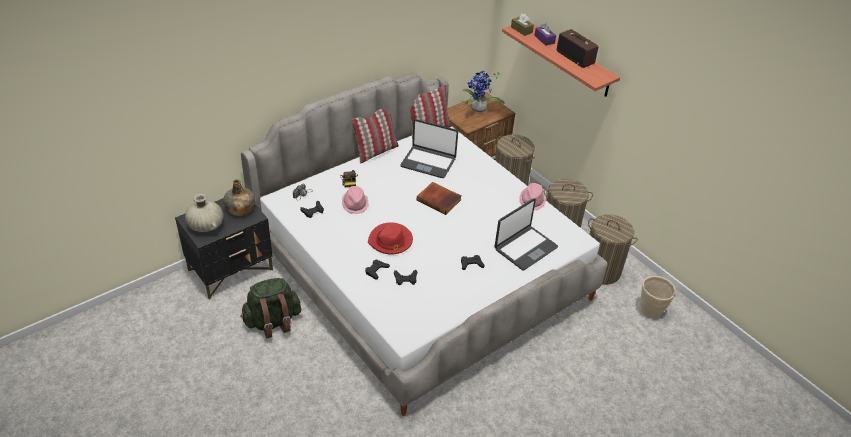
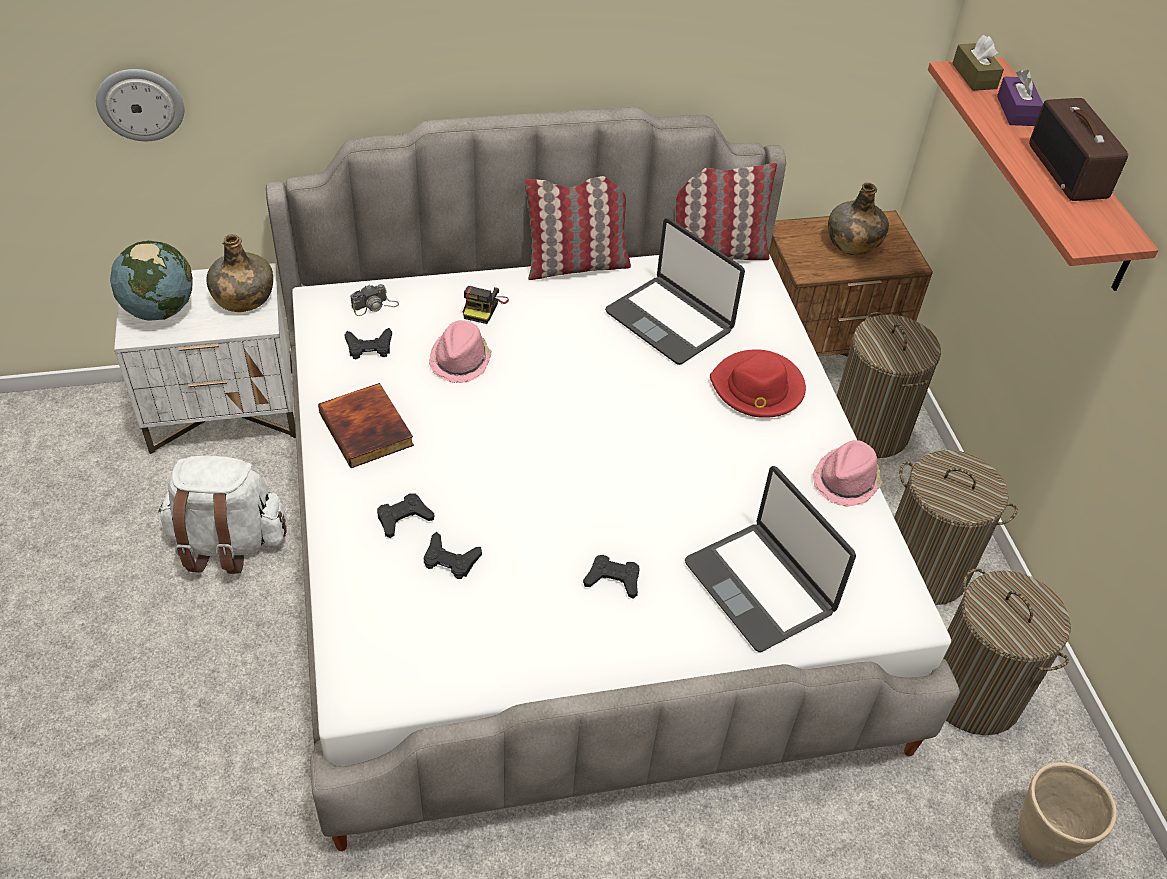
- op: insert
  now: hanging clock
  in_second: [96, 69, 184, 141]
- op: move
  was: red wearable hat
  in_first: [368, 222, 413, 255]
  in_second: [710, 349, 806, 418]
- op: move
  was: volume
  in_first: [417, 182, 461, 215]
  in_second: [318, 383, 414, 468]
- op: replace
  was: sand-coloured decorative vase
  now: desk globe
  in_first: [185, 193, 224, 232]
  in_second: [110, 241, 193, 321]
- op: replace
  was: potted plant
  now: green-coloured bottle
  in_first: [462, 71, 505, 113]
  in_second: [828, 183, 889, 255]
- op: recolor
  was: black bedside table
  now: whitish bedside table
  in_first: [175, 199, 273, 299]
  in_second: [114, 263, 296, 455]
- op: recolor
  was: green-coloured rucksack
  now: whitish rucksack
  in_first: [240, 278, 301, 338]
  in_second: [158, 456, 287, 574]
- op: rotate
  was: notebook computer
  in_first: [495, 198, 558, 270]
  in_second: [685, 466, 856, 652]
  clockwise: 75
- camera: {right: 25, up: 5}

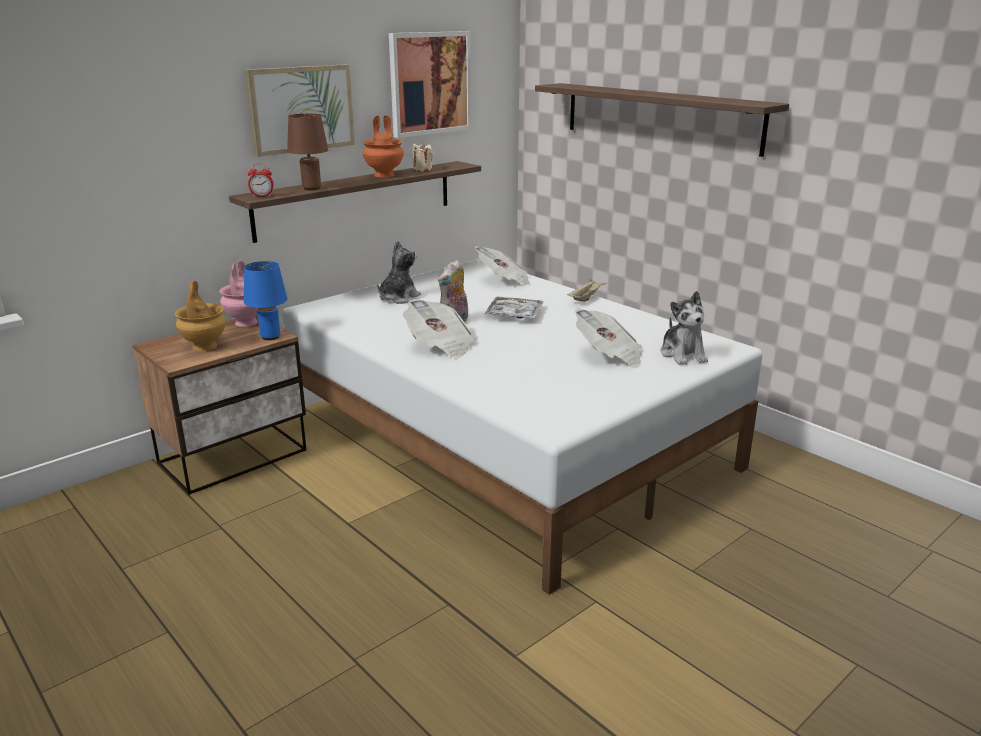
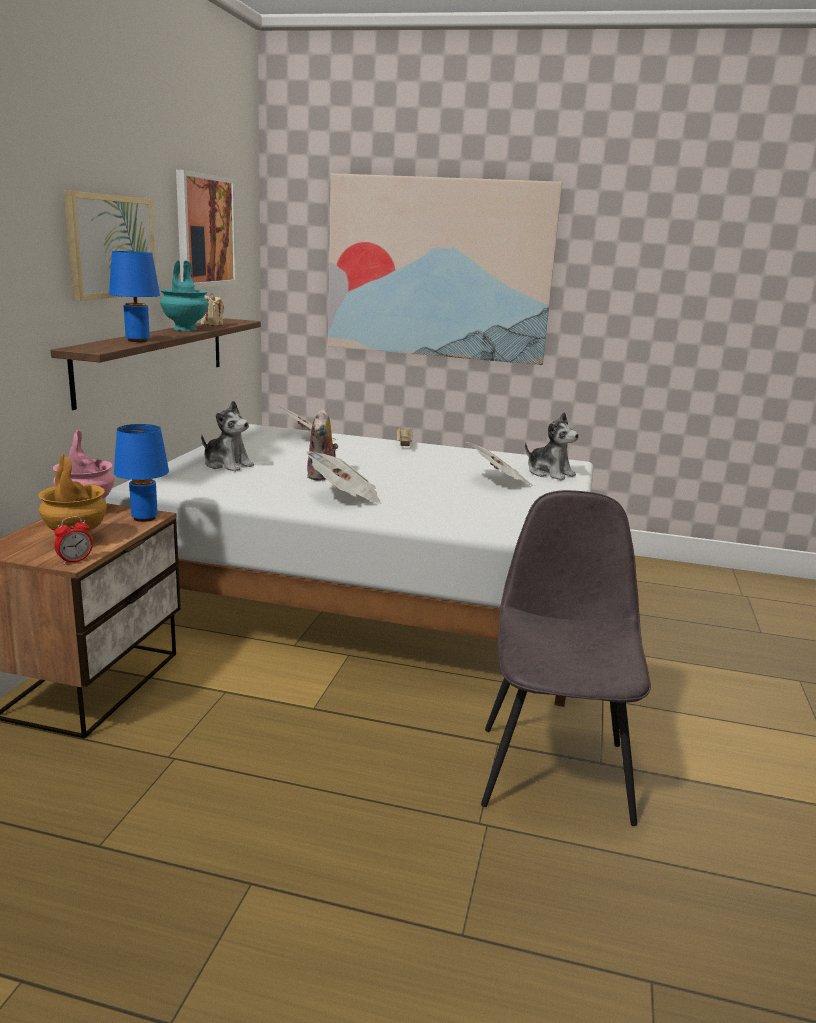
- op: delete
  was: carrying tray
  in_first: [485, 296, 544, 319]
- op: insert
  now: grey chair
  in_second: [481, 490, 651, 826]
- op: move
  was: alarm clock
  in_first: [248, 164, 274, 197]
  in_second: [54, 516, 93, 565]
- op: replace
  was: bracket shelf
  now: wall art
  in_first: [535, 83, 789, 157]
  in_second: [328, 173, 562, 365]
- op: recolor
  was: brown-coloured tabletop lamp
  now: bluish tabletop lamp
  in_first: [287, 114, 328, 190]
  in_second: [109, 251, 160, 342]
- op: recolor
  was: orange-coloured decorative vase
  now: blue-green decorative vase
  in_first: [362, 115, 404, 178]
  in_second: [160, 260, 209, 331]
- op: rotate
  was: cuddly toy
  in_first: [377, 240, 421, 304]
  in_second: [201, 400, 254, 472]
  clockwise: 120
- camera: {right: -35, up: -5}

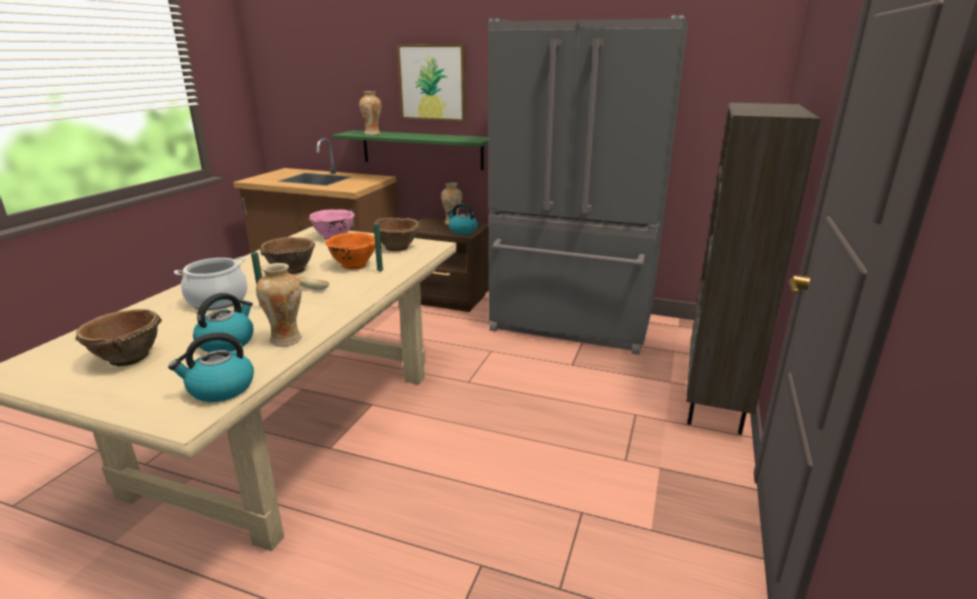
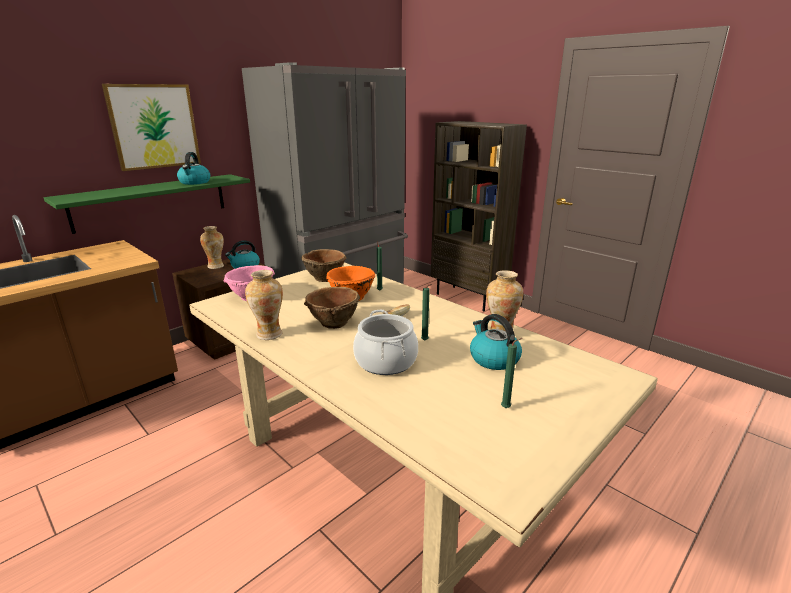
- op: move
  was: water kettle
  in_first: [168, 332, 254, 402]
  in_second: [177, 152, 210, 185]
- op: move
  was: decorative vase
  in_first: [359, 91, 381, 135]
  in_second: [245, 270, 283, 340]
- op: replace
  was: brown-coloured deep dish
  now: green-coloured wax light
  in_first: [75, 309, 162, 366]
  in_second: [501, 338, 522, 408]
- camera: {right: -65, up: 0}

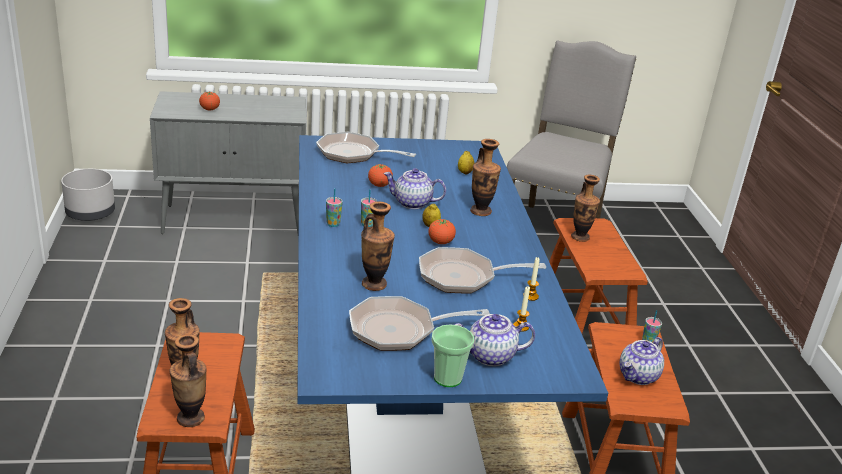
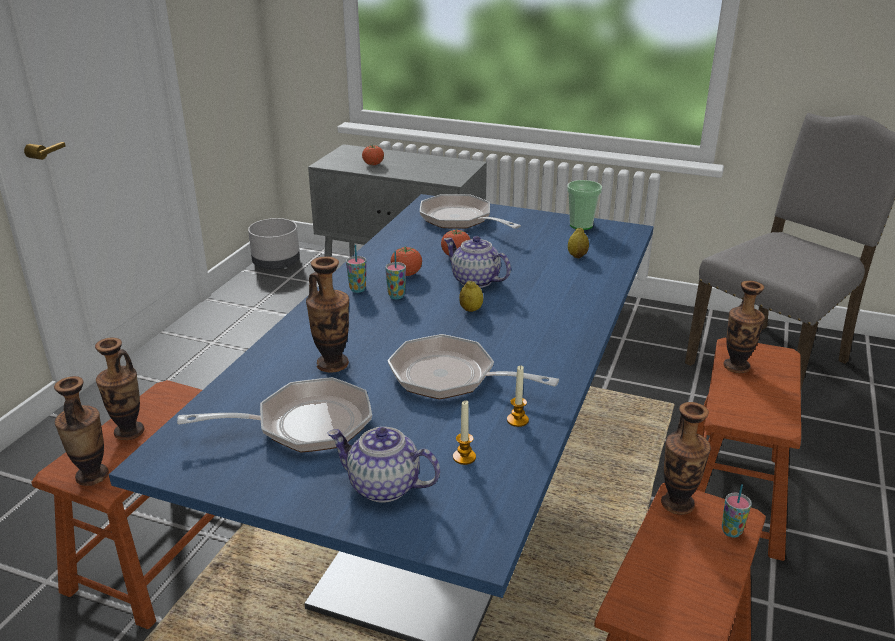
- op: delete
  was: pot for tea
  in_first: [620, 337, 664, 385]
- op: move
  was: fresh tomato
  in_first: [428, 219, 456, 244]
  in_second: [391, 247, 422, 276]
- op: move
  was: small cup
  in_first: [431, 324, 474, 387]
  in_second: [567, 180, 602, 230]
- op: move
  was: decorative vase
  in_first: [470, 139, 501, 216]
  in_second: [661, 402, 711, 515]
- op: rotate
  was: frying pan
  in_first: [349, 296, 490, 351]
  in_second: [177, 377, 372, 453]
  clockwise: 150
- camera: {right: 30, up: 0}

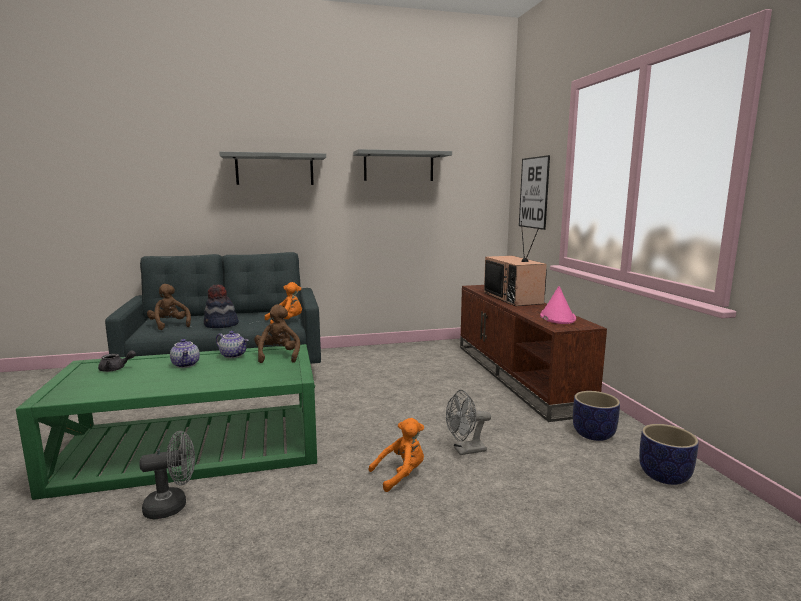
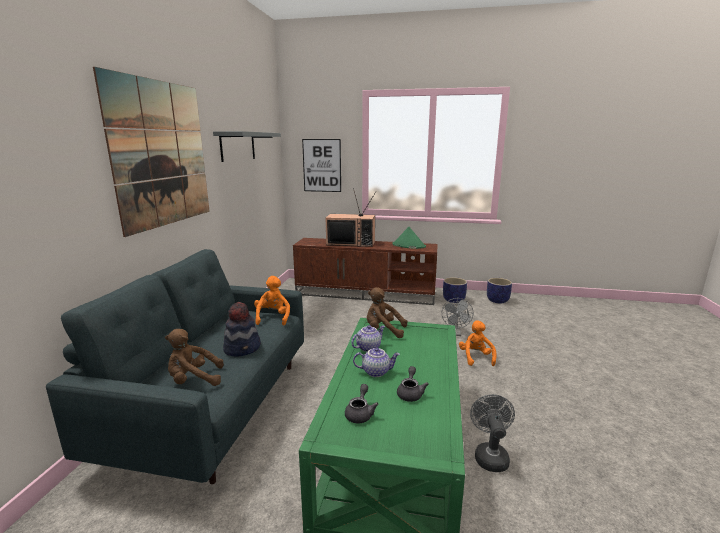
- op: insert
  now: grey pot for tea
  in_second: [397, 366, 429, 402]
- op: replace
  was: grey bracket shelf
  now: wall art
  in_first: [219, 152, 326, 185]
  in_second: [93, 67, 210, 237]
- op: recolor
  was: pink-coloured wearable hat
  now: green-coloured wearable hat
  in_first: [540, 286, 576, 324]
  in_second: [392, 227, 426, 249]
- camera: {right: -65, up: 5}

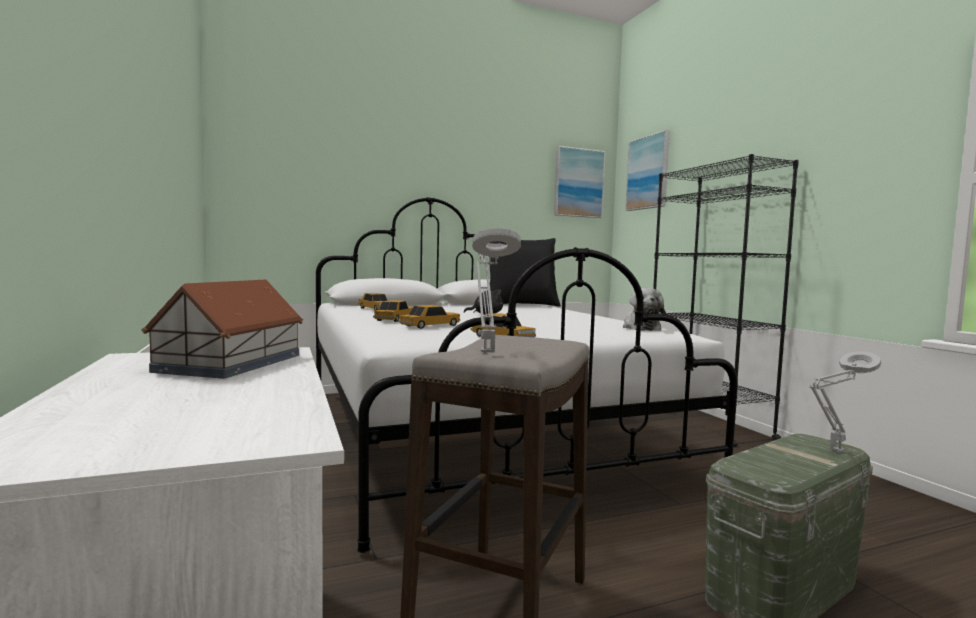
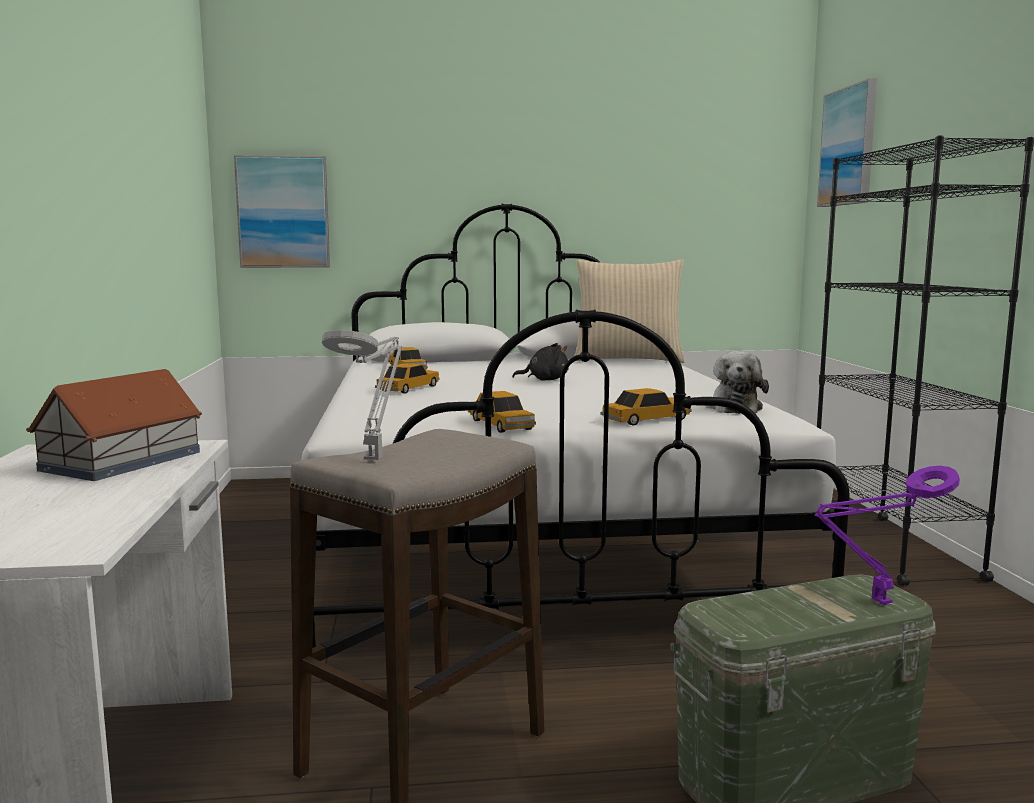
- op: move
  was: model car
  in_first: [398, 305, 460, 329]
  in_second: [601, 388, 692, 426]
- op: move
  was: wall art
  in_first: [554, 146, 606, 218]
  in_second: [234, 155, 330, 268]
- op: recolor
  was: black throw pillow
  now: sand-coloured throw pillow
  in_first: [490, 238, 561, 307]
  in_second: [574, 259, 685, 363]
- op: recolor
  was: grey tabletop lamp
  now: purplish tabletop lamp
  in_first: [809, 351, 881, 453]
  in_second: [814, 466, 960, 605]
- camera: {right: 15, up: 5}

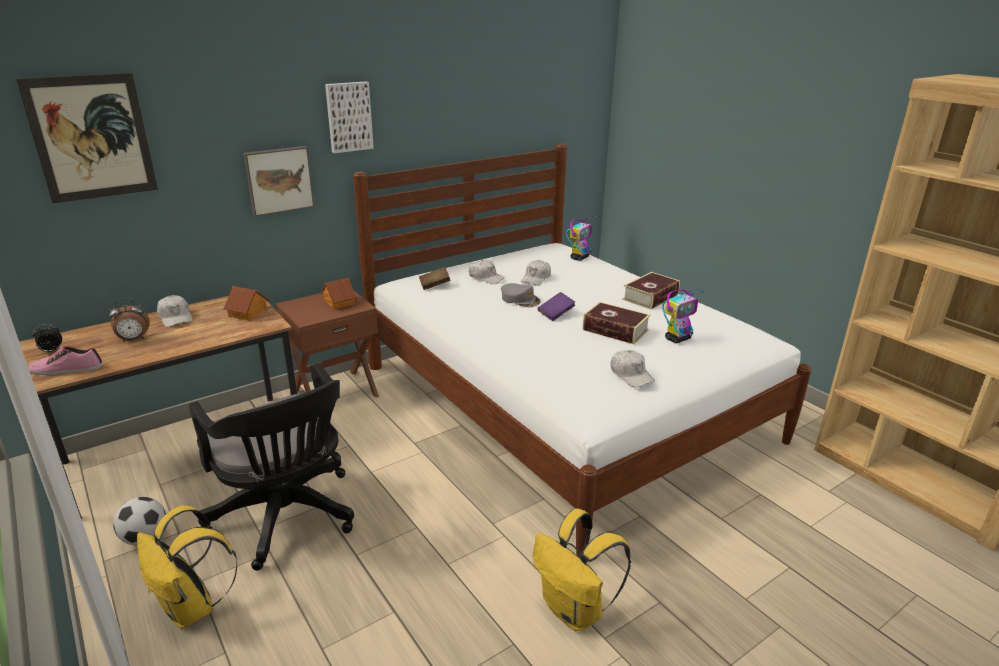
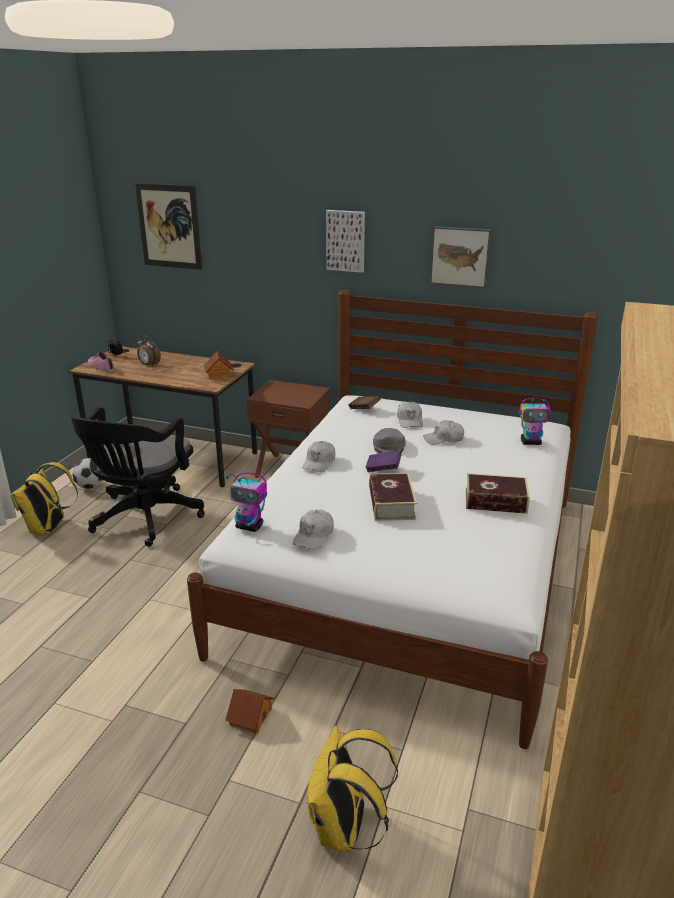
- op: move
  was: whitish baseball cap
  in_first: [157, 295, 193, 327]
  in_second: [302, 441, 335, 472]
- op: move
  was: wall art
  in_first: [243, 146, 314, 216]
  in_second: [430, 226, 491, 288]
- op: move
  was: toy house
  in_first: [321, 278, 356, 310]
  in_second: [225, 689, 274, 734]
- op: move
  was: yellowish rucksack
  in_first: [533, 509, 631, 631]
  in_second: [307, 726, 398, 852]
- op: move
  was: toy robot
  in_first: [663, 289, 703, 343]
  in_second: [226, 473, 267, 532]
- camera: {right: 55, up: 0}

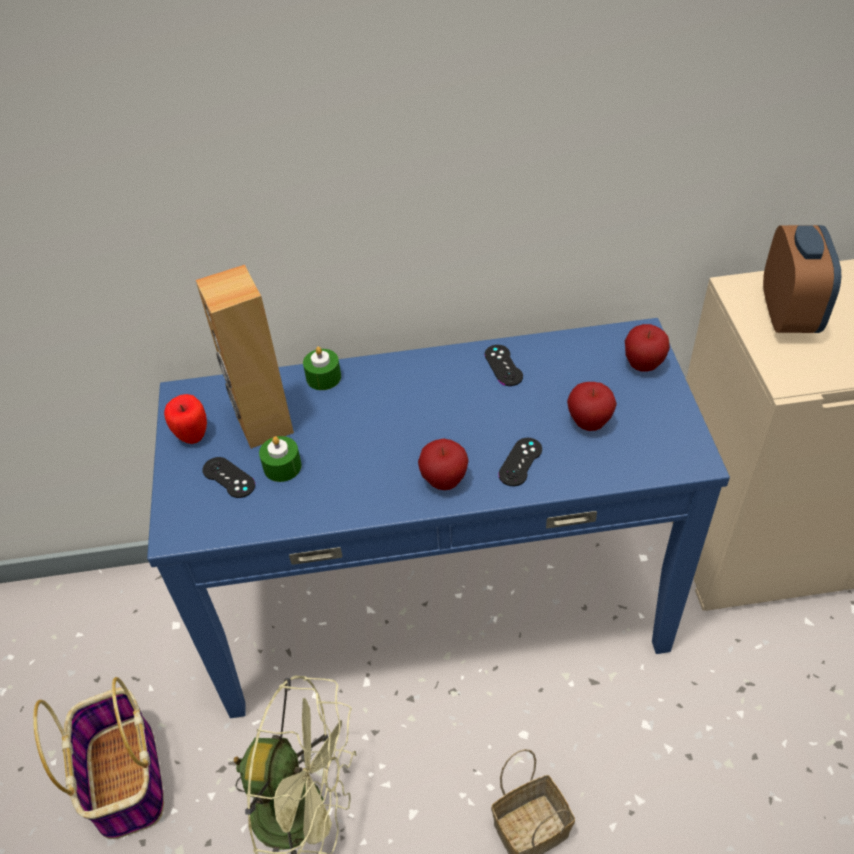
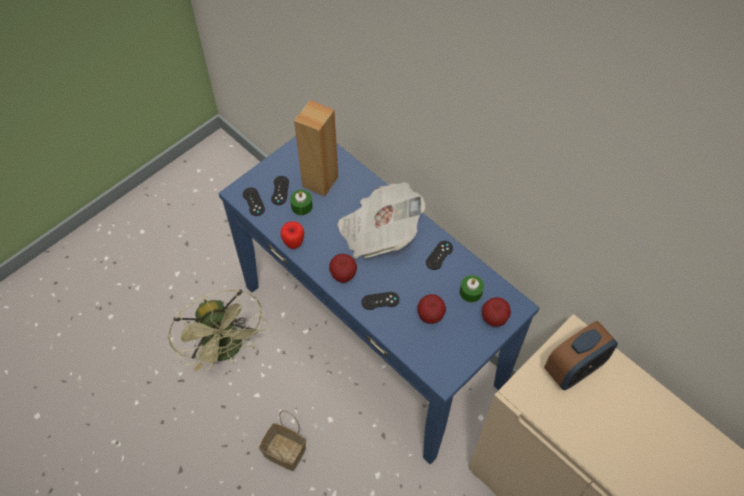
- op: delete
  was: basket
  in_first: [33, 677, 164, 839]
- op: insert
  now: black game controller
  in_second: [243, 187, 265, 216]
- op: insert
  now: newspaper
  in_second: [337, 182, 426, 259]
- op: move
  was: apple fruit
  in_first: [164, 394, 207, 444]
  in_second: [280, 221, 304, 249]
- op: move
  was: green-coloured wax light
  in_first: [303, 347, 341, 390]
  in_second: [460, 275, 484, 303]
- camera: {right: 50, up: 10}

